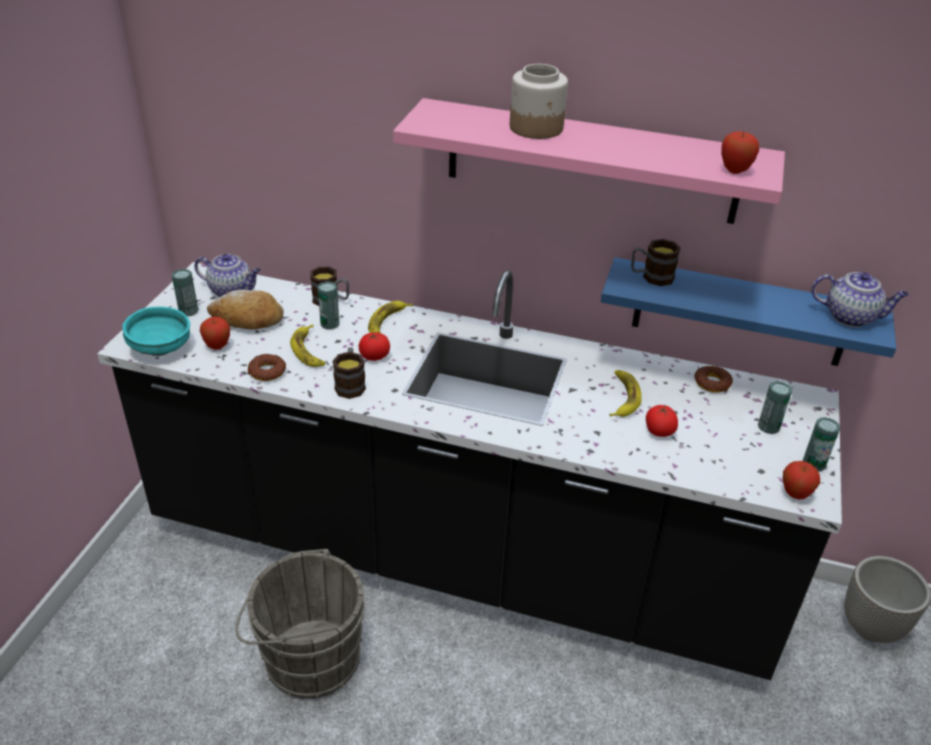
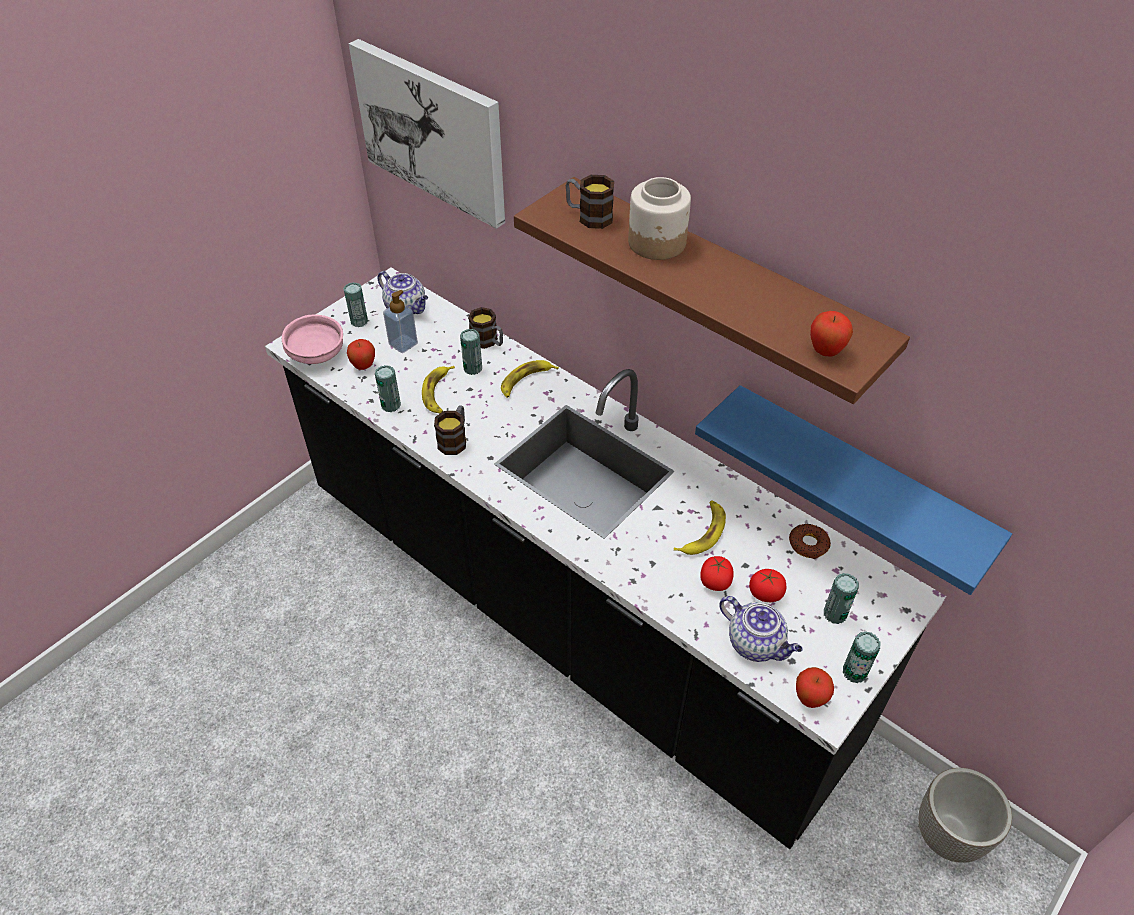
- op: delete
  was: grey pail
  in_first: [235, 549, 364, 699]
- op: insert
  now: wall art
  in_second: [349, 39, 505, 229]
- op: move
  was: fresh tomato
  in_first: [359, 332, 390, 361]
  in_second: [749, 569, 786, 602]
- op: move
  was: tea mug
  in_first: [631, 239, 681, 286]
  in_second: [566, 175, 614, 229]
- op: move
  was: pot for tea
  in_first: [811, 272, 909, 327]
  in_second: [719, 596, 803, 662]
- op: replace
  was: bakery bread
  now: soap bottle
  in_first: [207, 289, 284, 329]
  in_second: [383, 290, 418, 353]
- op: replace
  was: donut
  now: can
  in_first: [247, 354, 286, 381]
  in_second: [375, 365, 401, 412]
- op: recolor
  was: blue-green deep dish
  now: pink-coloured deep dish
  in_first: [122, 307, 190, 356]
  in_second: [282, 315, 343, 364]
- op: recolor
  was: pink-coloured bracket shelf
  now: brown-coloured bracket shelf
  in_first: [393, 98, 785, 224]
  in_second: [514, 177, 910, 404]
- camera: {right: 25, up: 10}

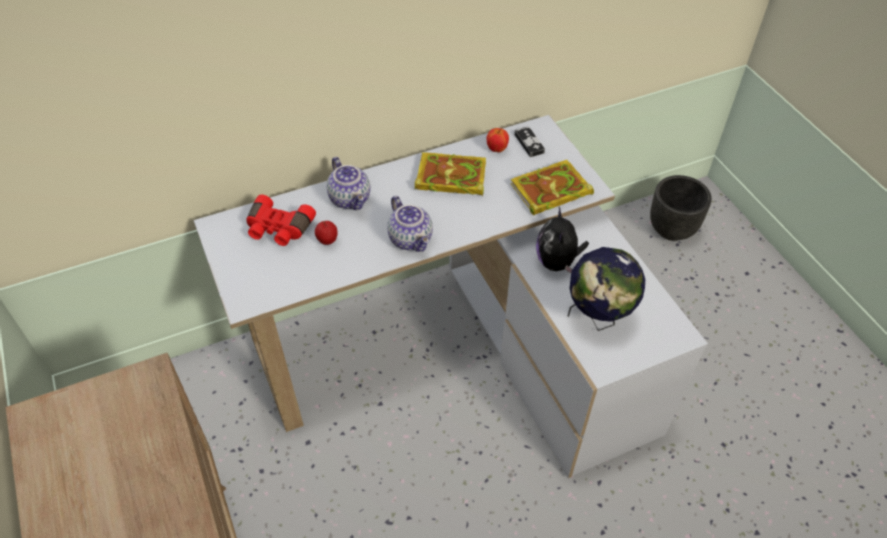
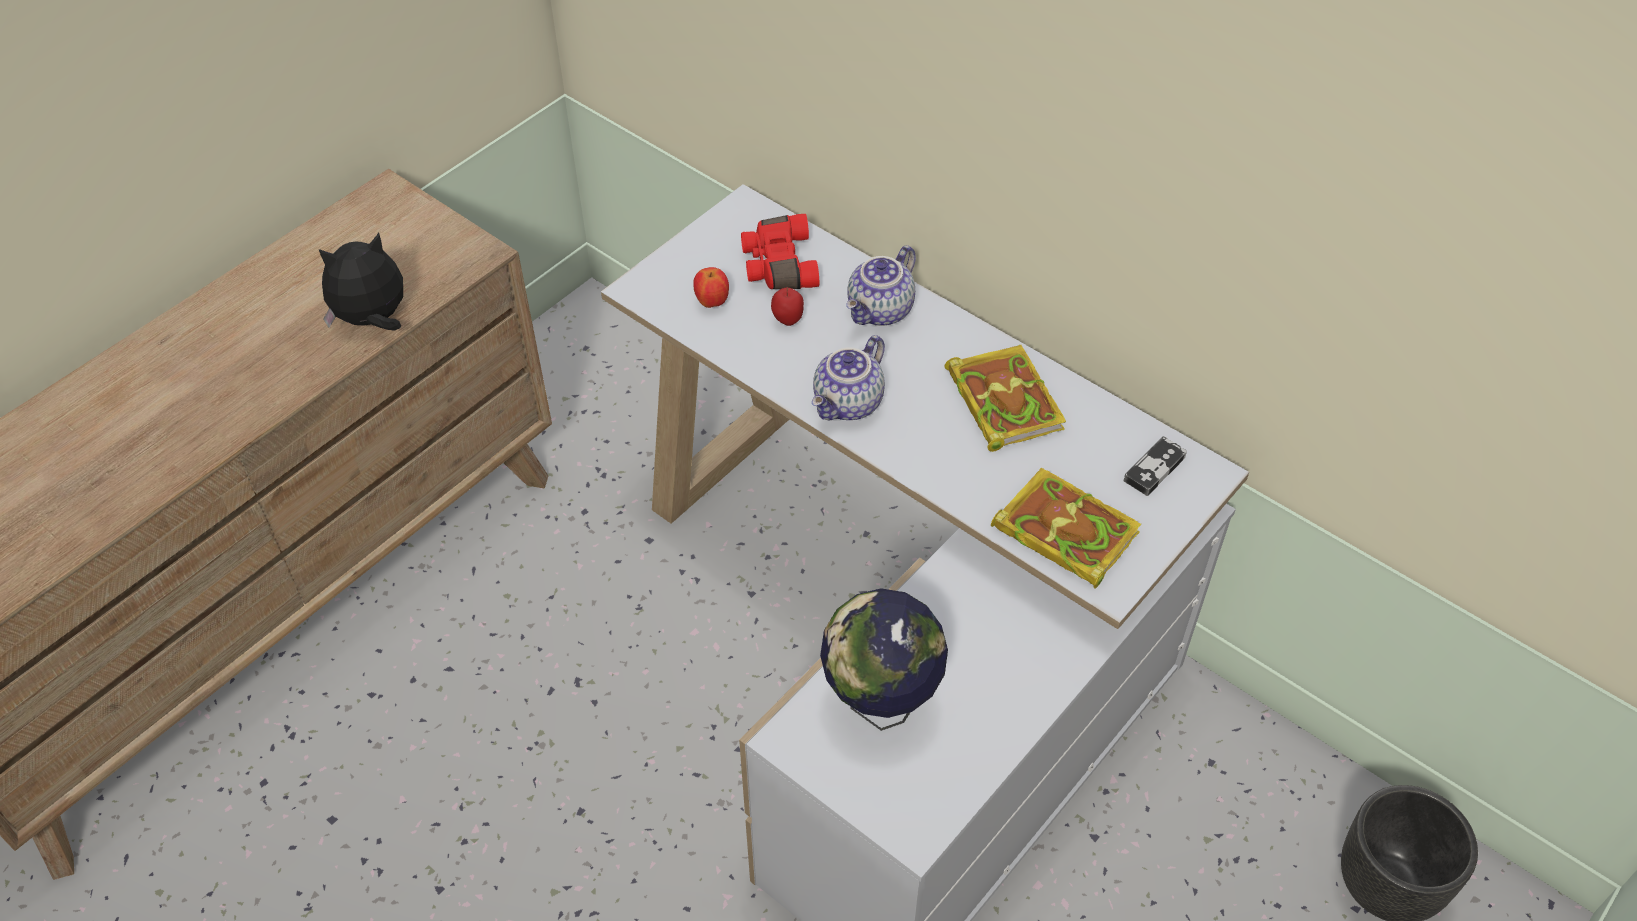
- op: move
  was: apple fruit
  in_first: [487, 128, 509, 152]
  in_second: [693, 267, 729, 308]
- op: move
  was: cuddly toy
  in_first: [536, 207, 589, 273]
  in_second: [319, 233, 403, 331]
- camera: {right: 65, up: 0}

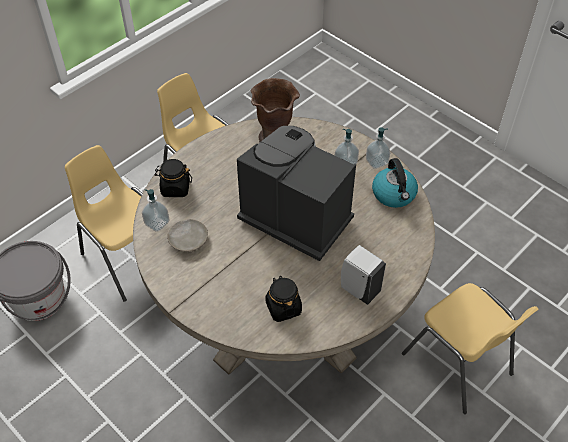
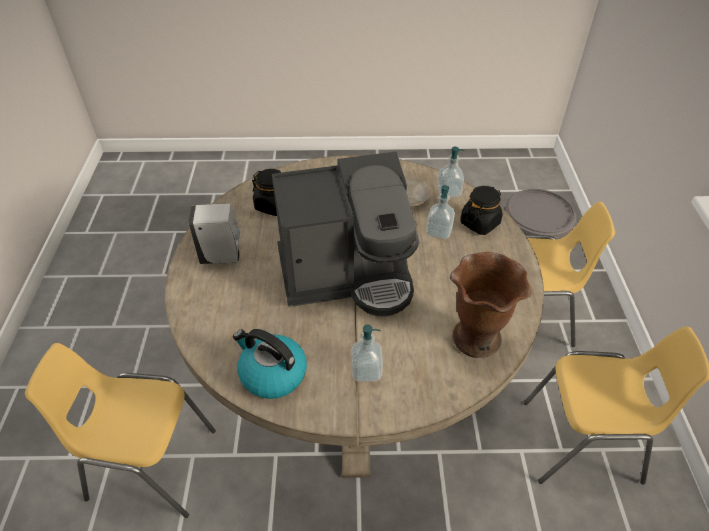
- op: move
  was: soap bottle
  in_first: [366, 127, 390, 169]
  in_second: [426, 185, 455, 239]
- camera: {right: 135, up: -5}

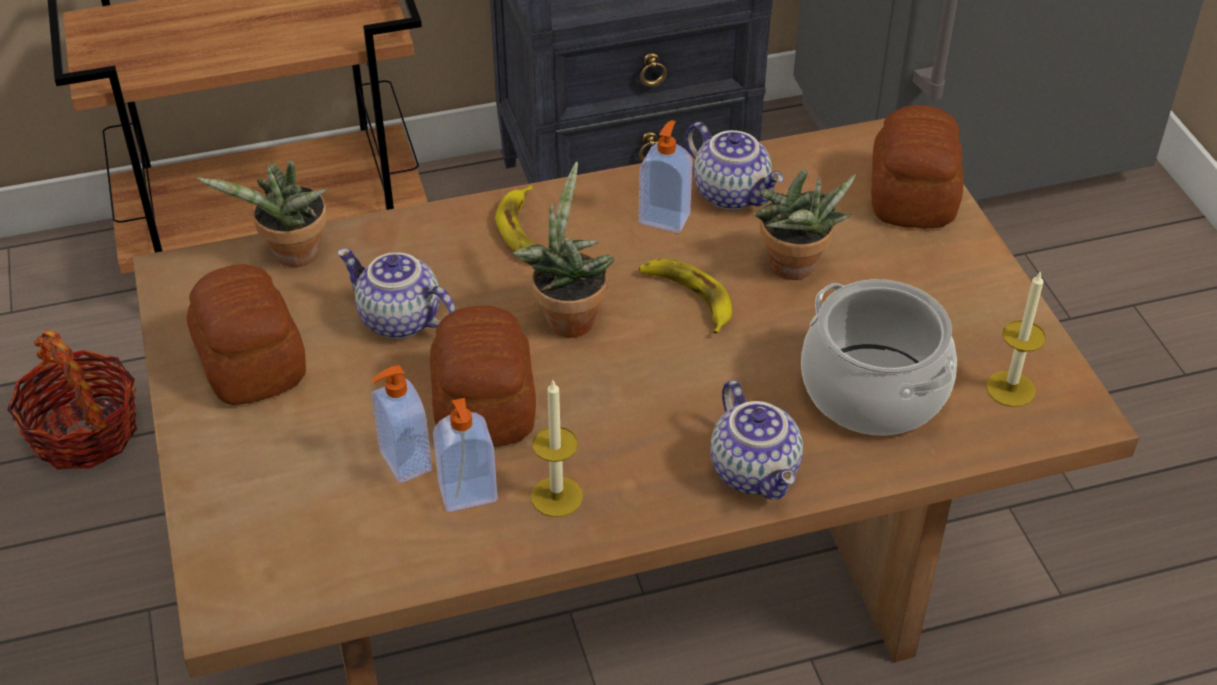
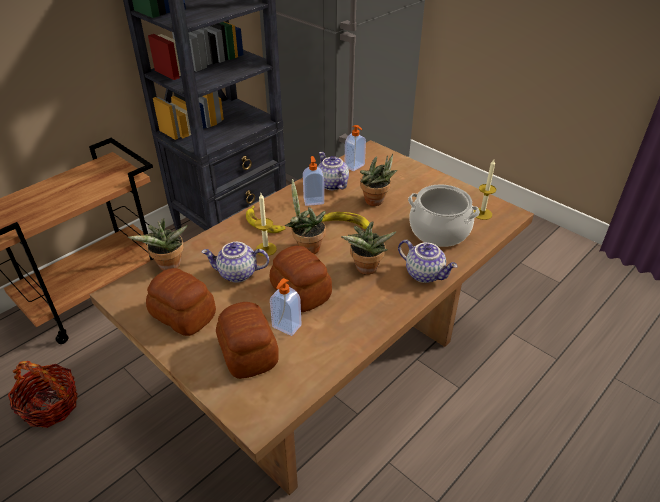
- op: insert
  now: potted plant
  in_second: [341, 221, 396, 275]
- op: move
  was: soap bottle
  in_first: [433, 398, 498, 512]
  in_second: [345, 125, 366, 171]
- op: move
  was: wax light
  in_first: [531, 381, 583, 517]
  in_second: [254, 193, 277, 256]
- op: move
  was: bakery bread
  in_first: [871, 105, 964, 229]
  in_second: [216, 302, 279, 379]
- op: rotate
  was: pot for tea
  in_first: [686, 122, 784, 210]
  in_second: [318, 152, 349, 190]
  clockwise: -135
- camera: {right: -30, up: -5}

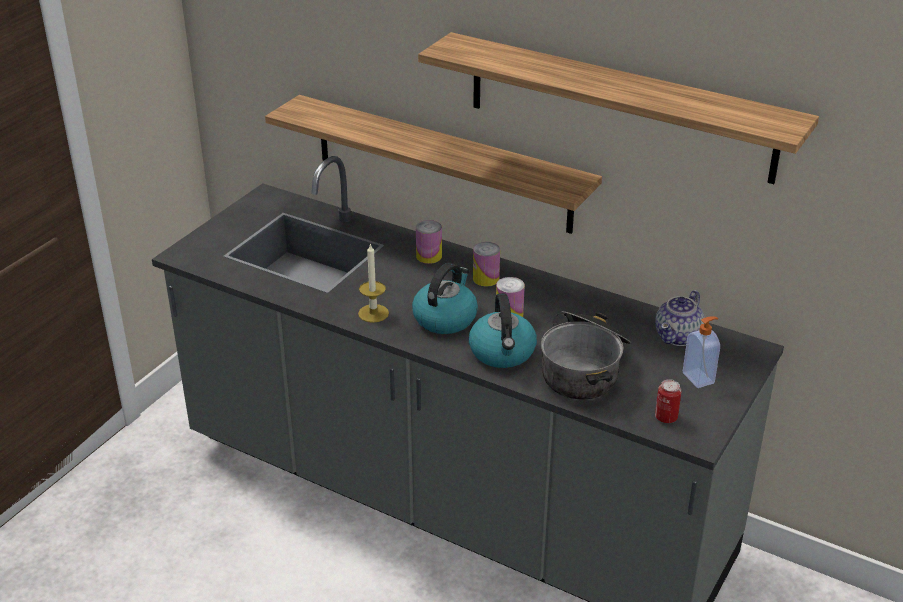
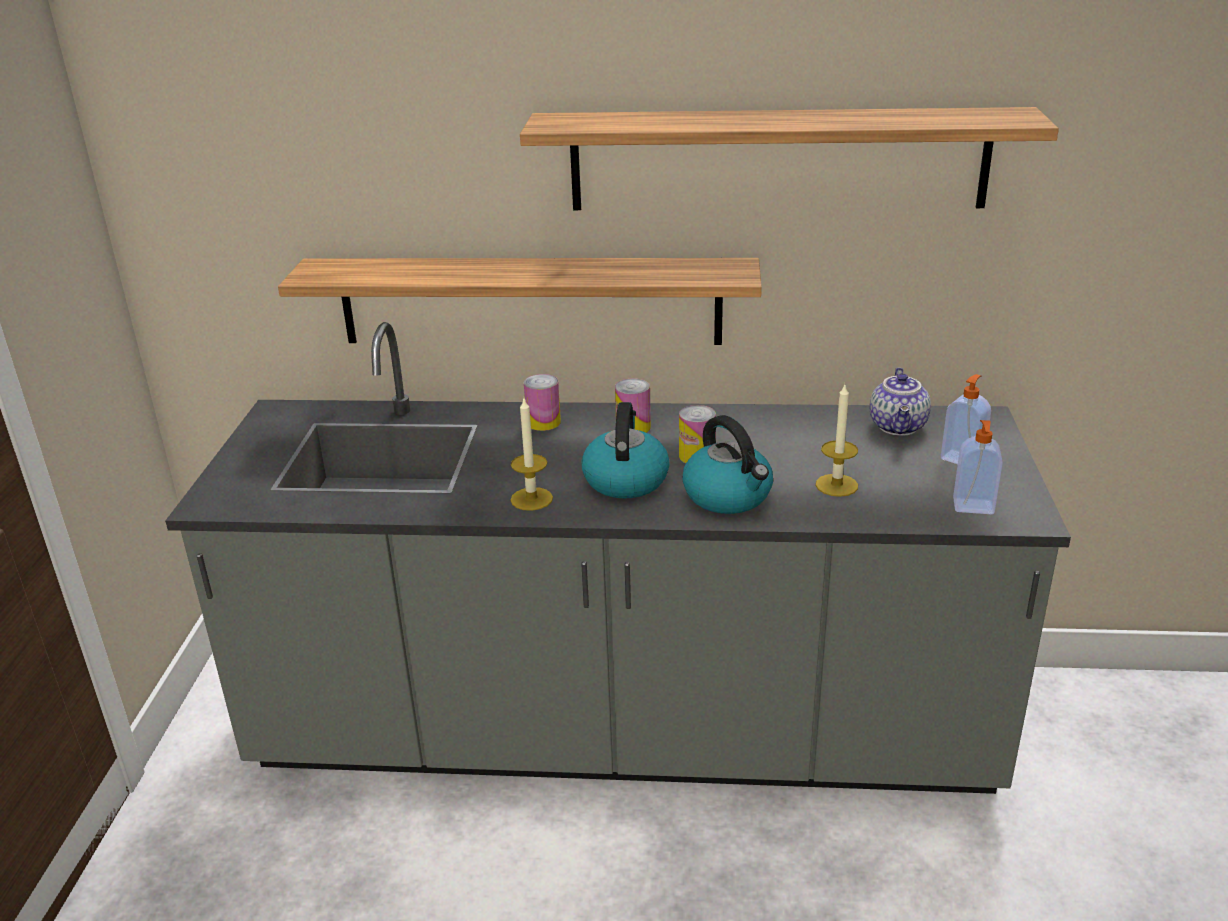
- op: replace
  was: cooking pot
  now: wax light
  in_first: [541, 311, 632, 399]
  in_second: [816, 385, 858, 497]
- op: replace
  was: can
  now: soap bottle
  in_first: [655, 379, 681, 423]
  in_second: [953, 420, 1003, 514]
- camera: {right: -25, up: -5}

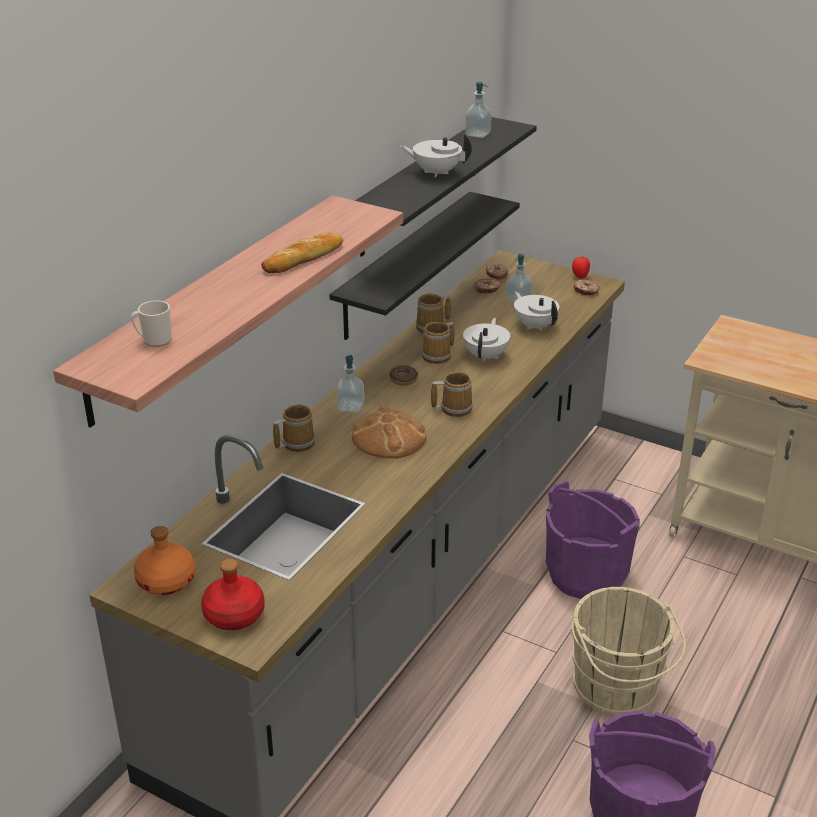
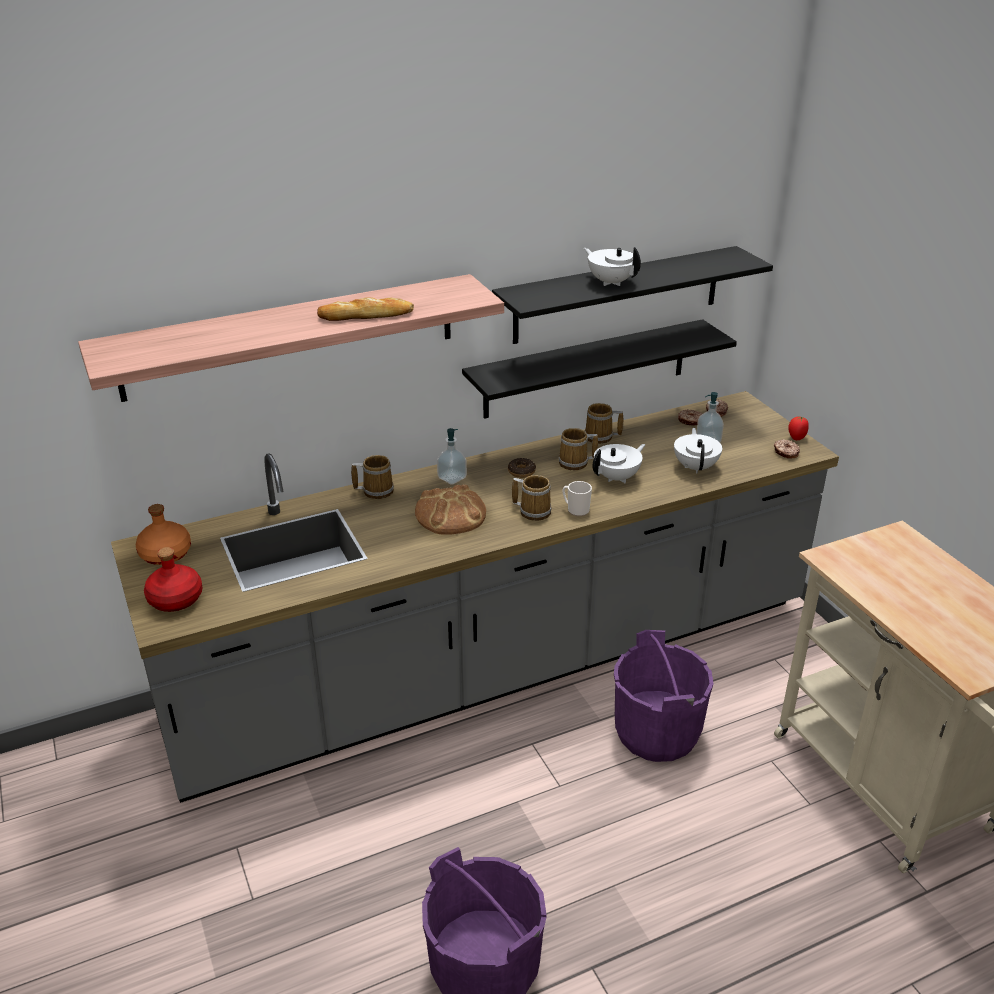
- op: delete
  was: soap bottle
  in_first: [465, 82, 492, 138]
- op: delete
  was: sand-coloured pail
  in_first: [571, 587, 686, 716]
- op: move
  was: tea mug
  in_first: [131, 301, 172, 347]
  in_second: [563, 481, 592, 516]
- camera: {right: 35, up: 0}

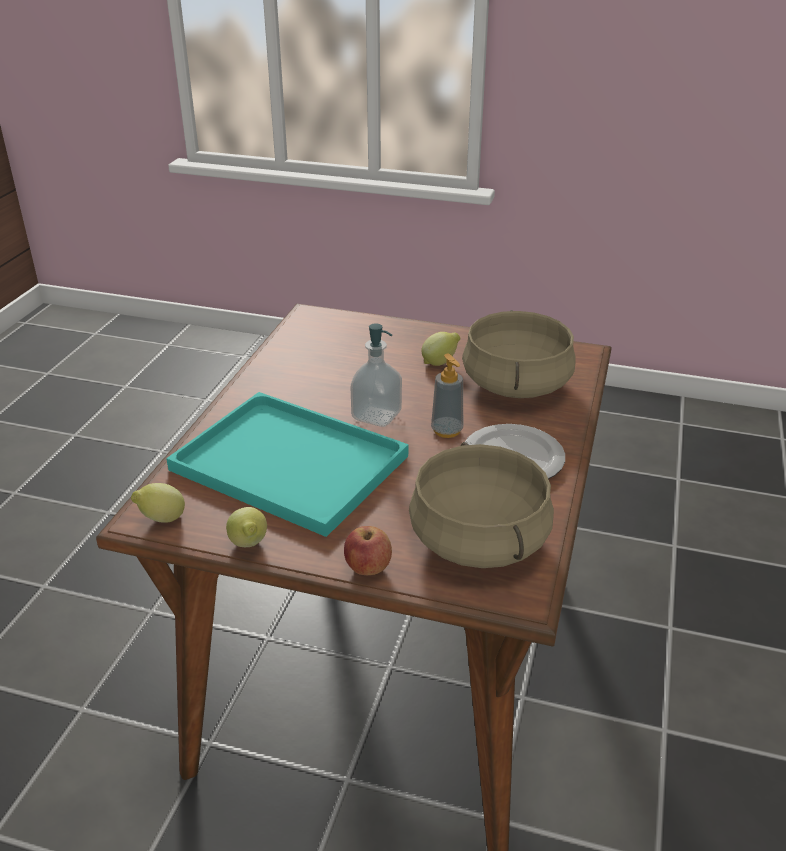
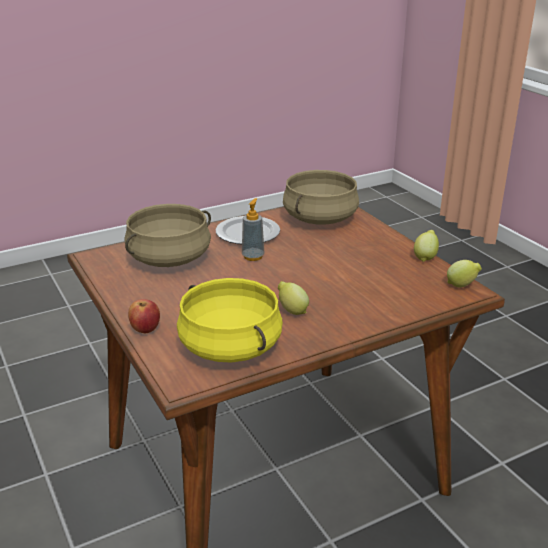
- op: delete
  was: blue-green carrying tray
  in_first: [166, 392, 408, 537]
- op: delete
  was: soap bottle
  in_first: [351, 323, 402, 427]
- op: insert
  now: yellowish cooking pot
  in_second: [177, 278, 283, 363]
- op: move
  was: apple fruit
  in_first: [344, 526, 392, 575]
  in_second: [128, 299, 160, 333]
- op: move
  was: whole lemon
  in_first: [421, 332, 461, 366]
  in_second: [278, 281, 309, 315]
- camera: {right: -135, up: -5}

